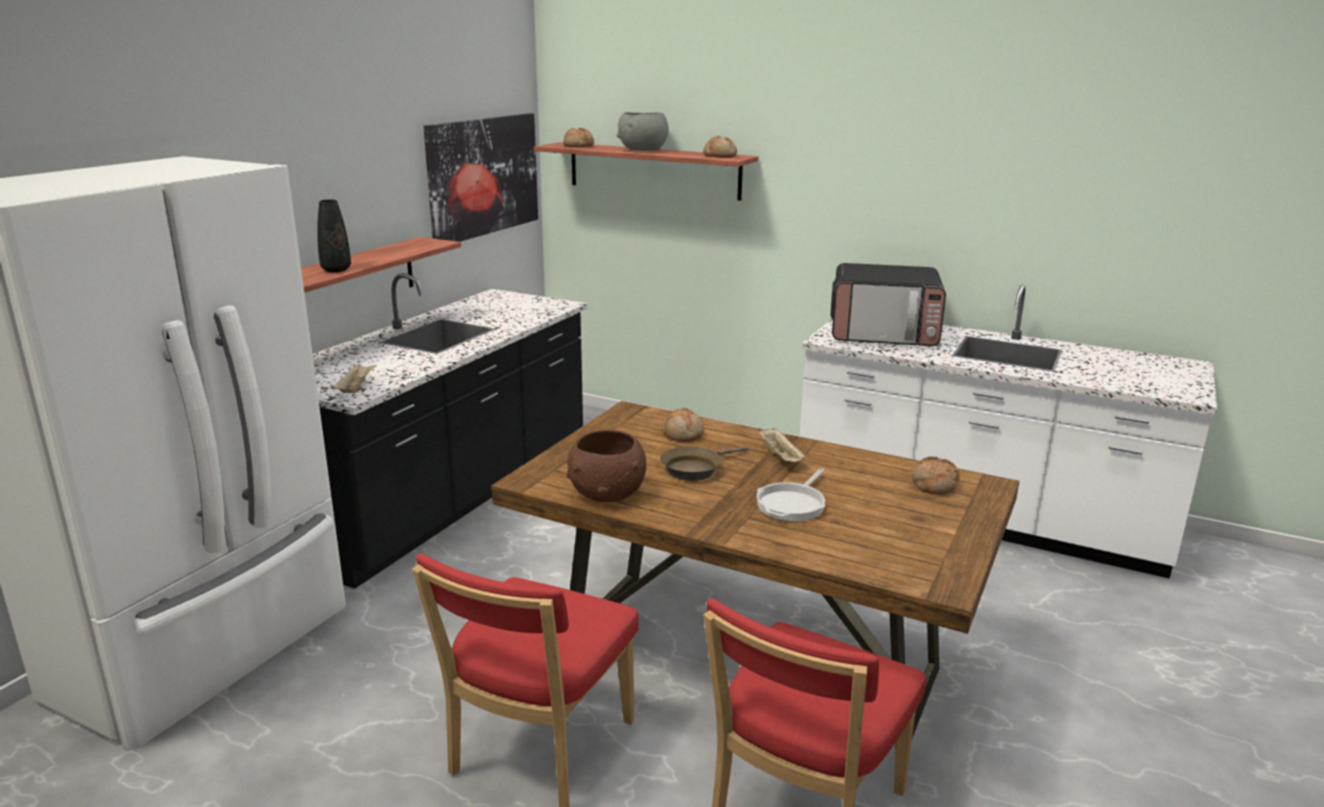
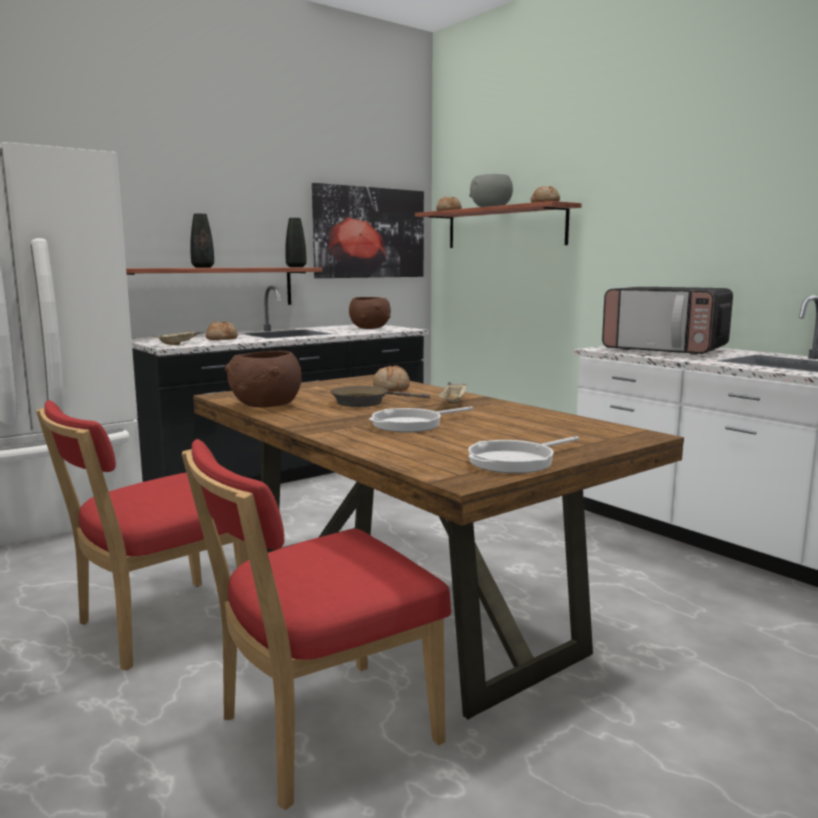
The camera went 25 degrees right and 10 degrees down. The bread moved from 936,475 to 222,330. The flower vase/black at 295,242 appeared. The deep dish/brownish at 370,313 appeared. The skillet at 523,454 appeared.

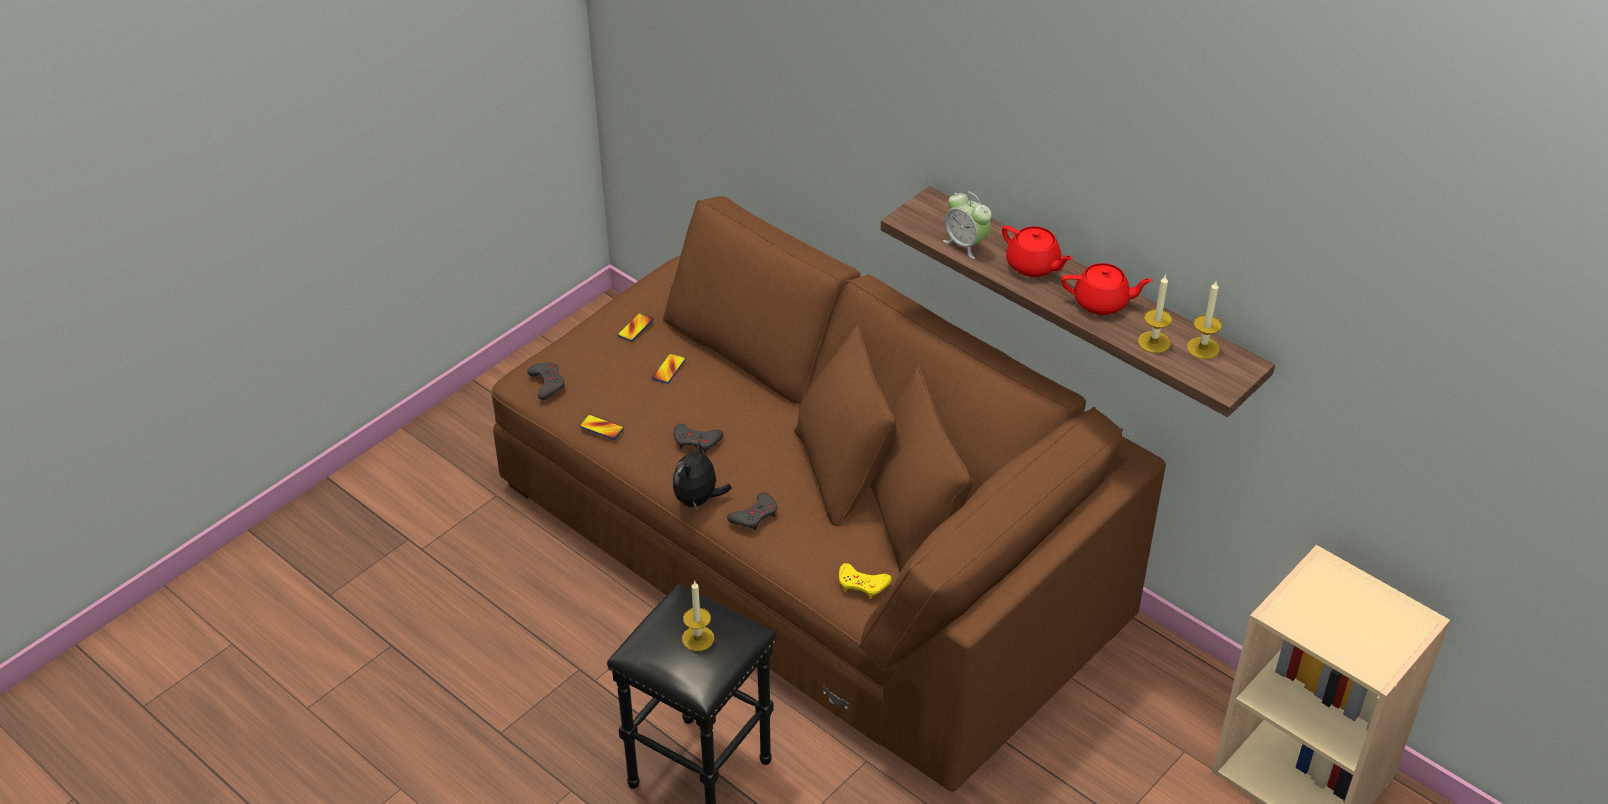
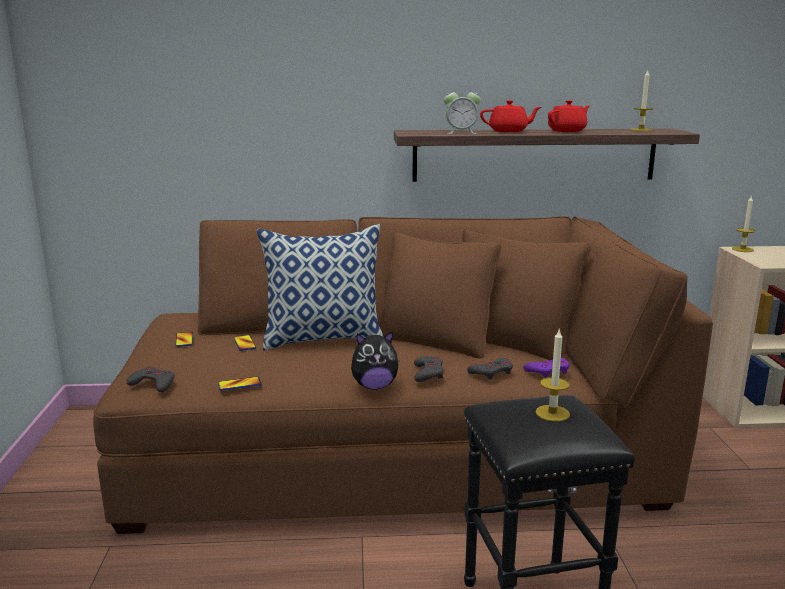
The camera went 45 degrees left and 25 degrees down. The candle moved from 1155,313 to 743,224. The gamepad/gray moved from 698,438 to 490,369. The cuddly toy at 702,476 turned 75 degrees counterclockwise. The gamepad/yellow-coloured at 865,581 became the gamepad/purple at 546,367. The throw pillow at 320,287 appeared.

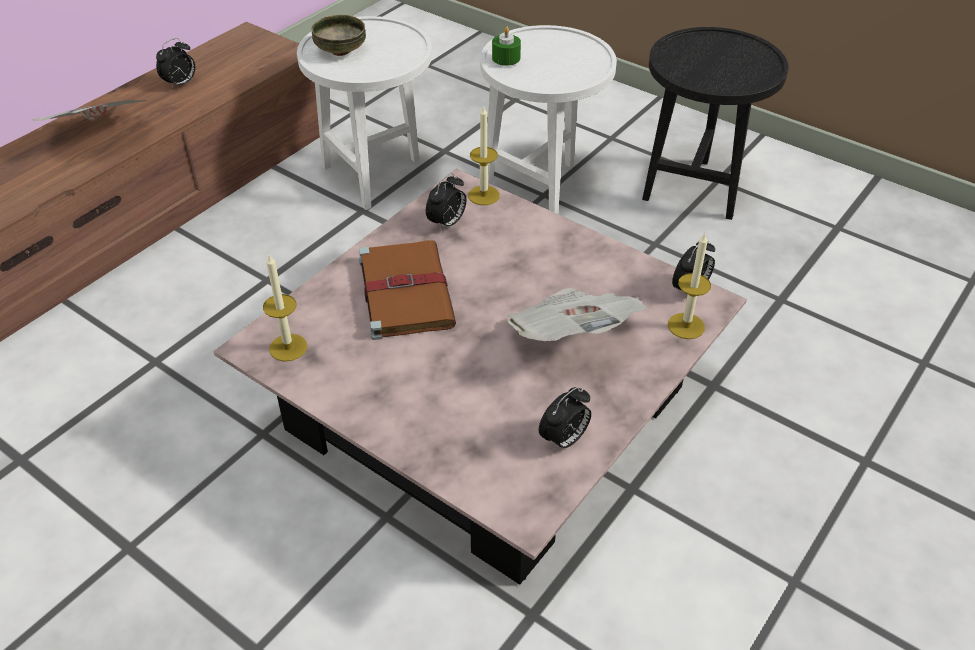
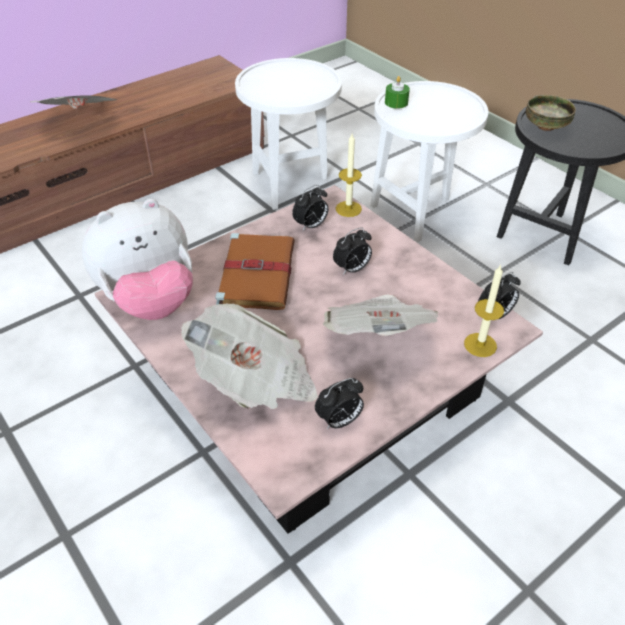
The camera went 15 degrees right and 0 degrees up. The deep dish moved from 339,35 to 551,113. The alarm clock moved from 175,63 to 352,251. The candle at 285,308 was replaced by the cuddly toy at 137,259. The newspaper at 249,356 appeared.

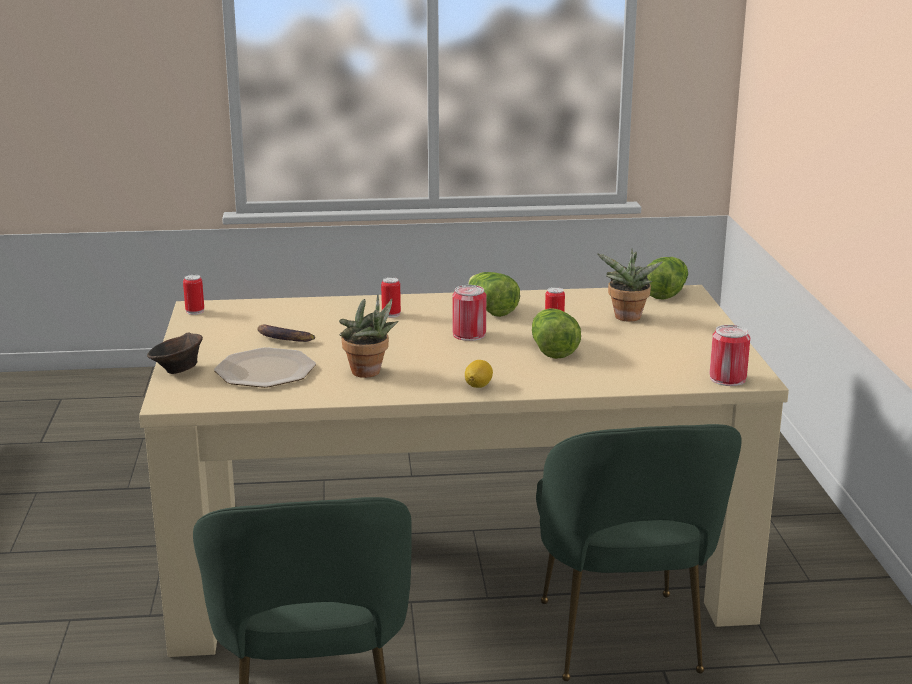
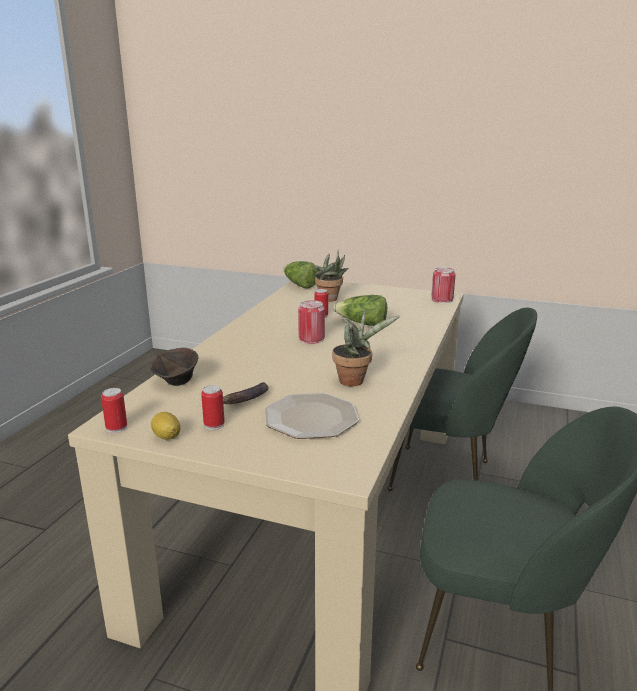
The camera went 65 degrees left and 0 degrees up. The lettuce head at 494,294 disappeared. The metal can moved from 391,297 to 213,407. The deep dish/brownish moved from 175,353 to 174,367. The whole lemon moved from 479,374 to 166,426.

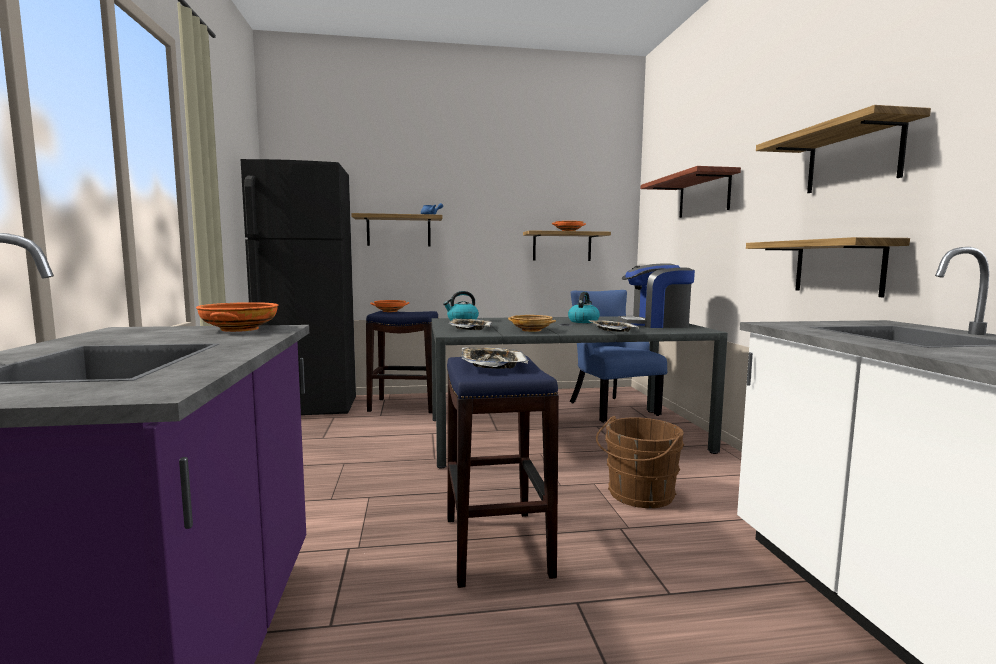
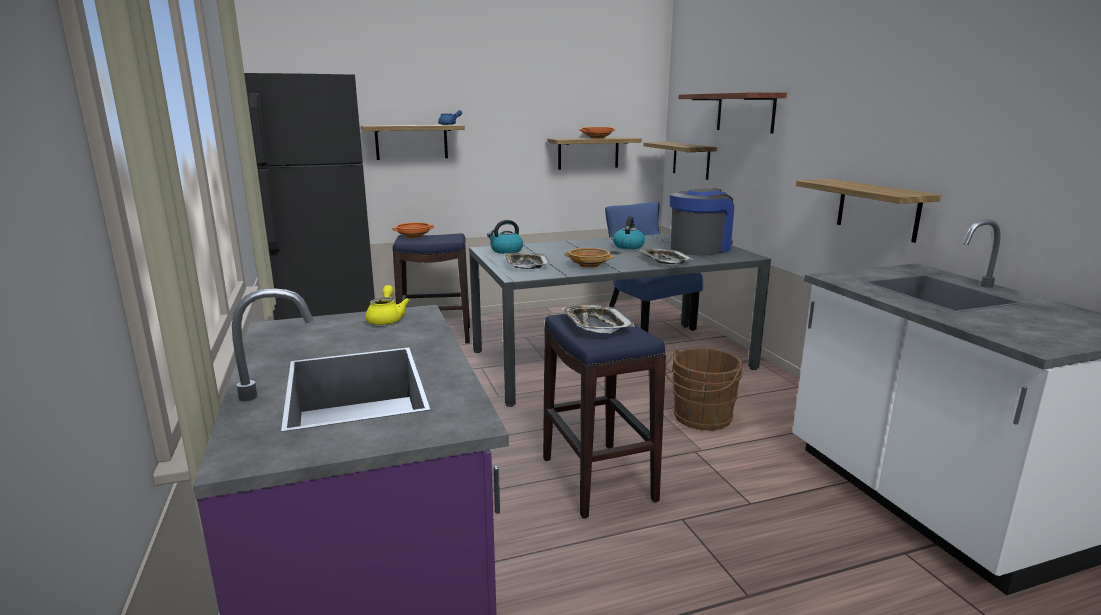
The camera went 10 degrees left and 10 degrees up. The bracket shelf moved from 843,149 to 680,161. The coffee brewer at 656,296 turned 150 degrees clockwise. The deep dish/orangey at 237,317 was replaced by the pot for tea/yellow-coloured at 387,305.

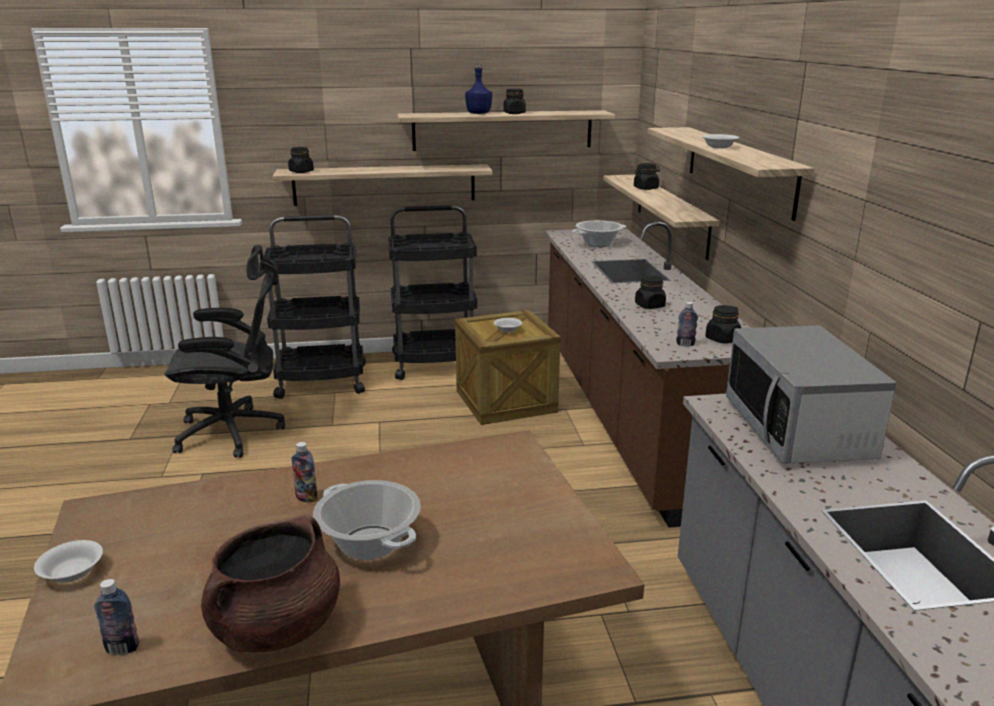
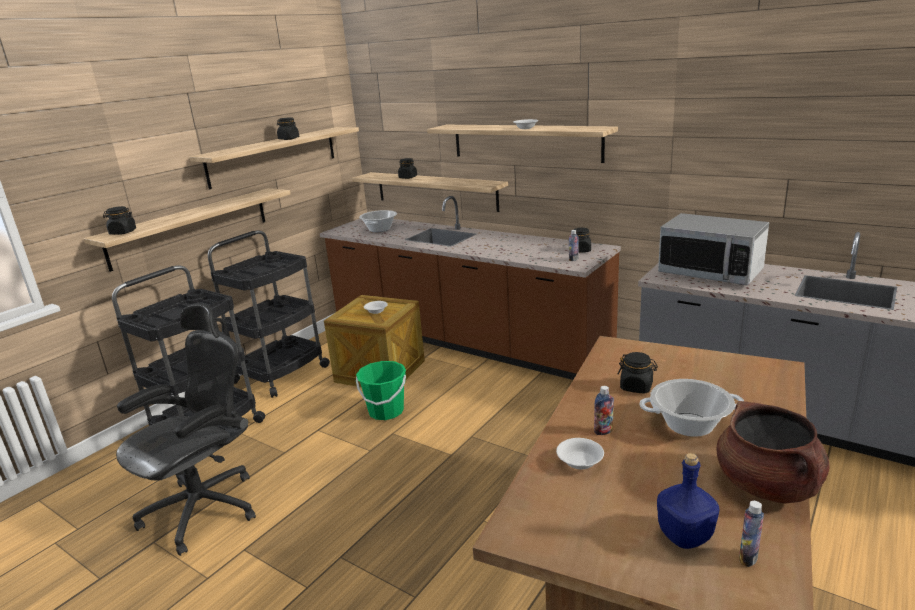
The camera went 45 degrees left and 0 degrees up. The beverage bottle/blue moved from 478,89 to 688,501. The preserve jar/black moved from 650,292 to 638,373. The deep dish/white-coloured moved from 68,561 to 580,453. The water bucket/greenish at 381,390 appeared.

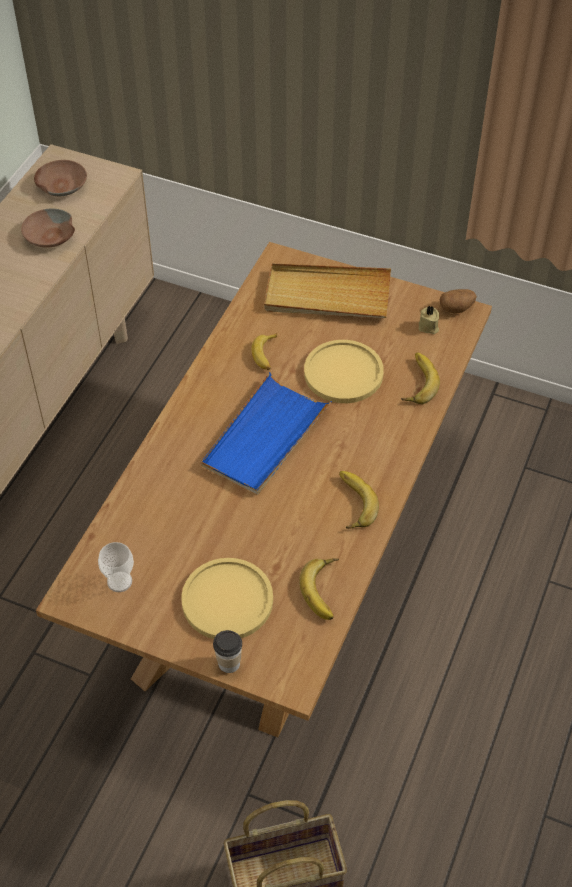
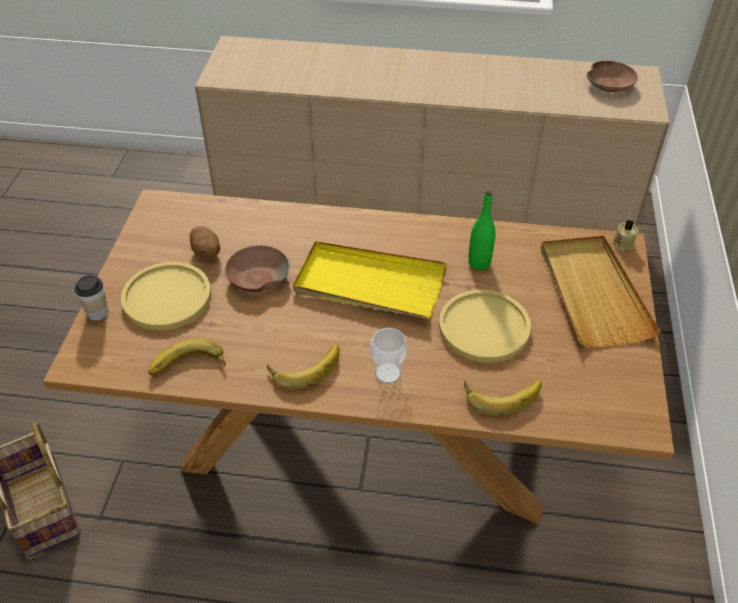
The camera went 75 degrees right and 5 degrees down. The deep dish/brownish moved from 48,228 to 257,268. The whole potato moved from 458,301 to 205,242. The candle/beige moved from 428,320 to 626,235. The whole banana at 264,351 was replaced by the beverage bottle/greenish at 482,230. The serving tray/blue at 266,433 became the serving tray/yellow-coloured at 370,280. The cup moved from 116,567 to 388,356.

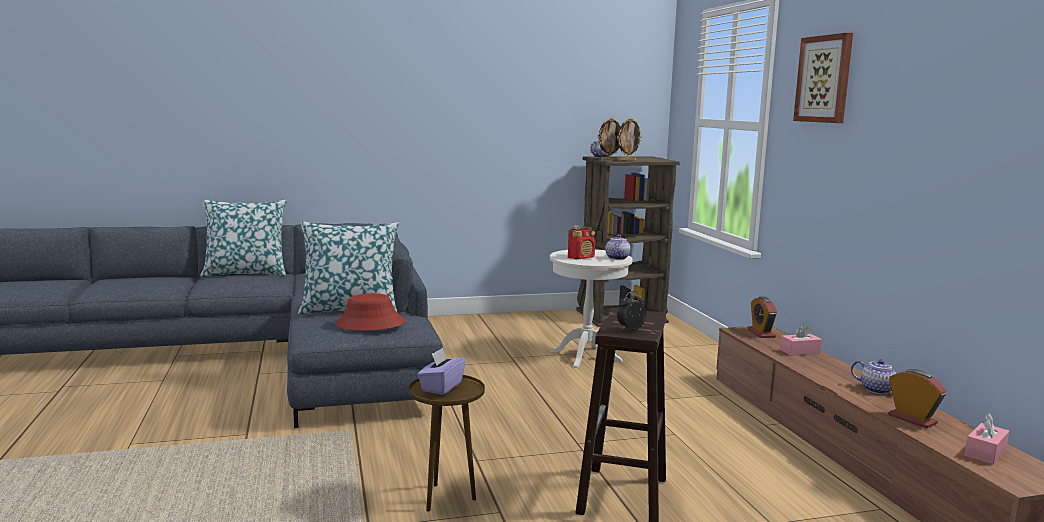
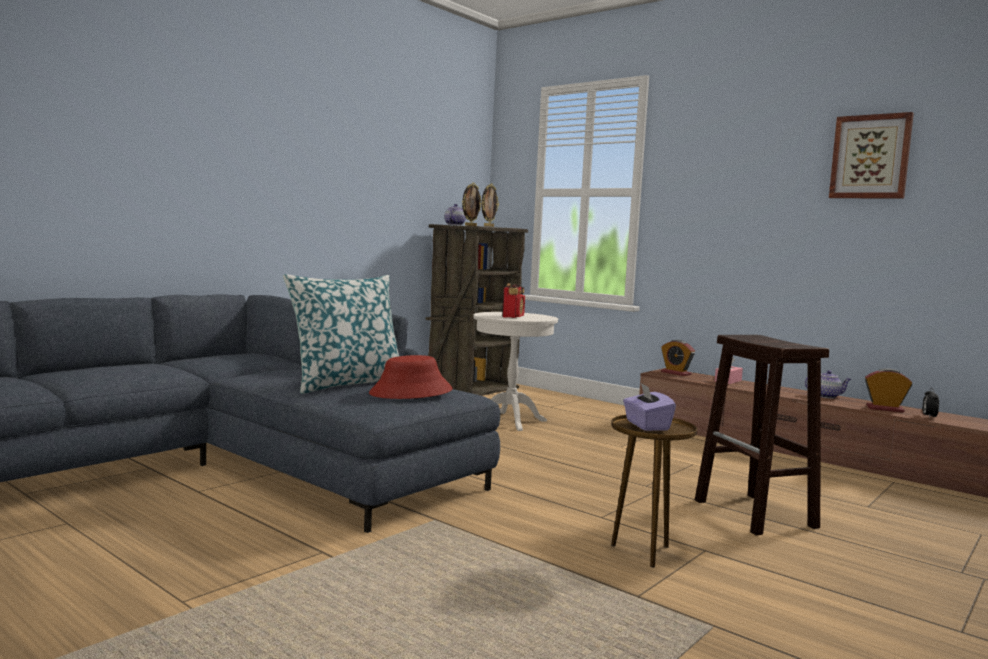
The camera went 35 degrees left and 5 degrees down. The picture moved from 823,78 to 871,155. The throw pillow at 243,238 disappeared. The pot for tea at 617,247 disappeared. The alarm clock moved from 631,310 to 930,403. The box of tissues/pink at 987,438 disappeared.

